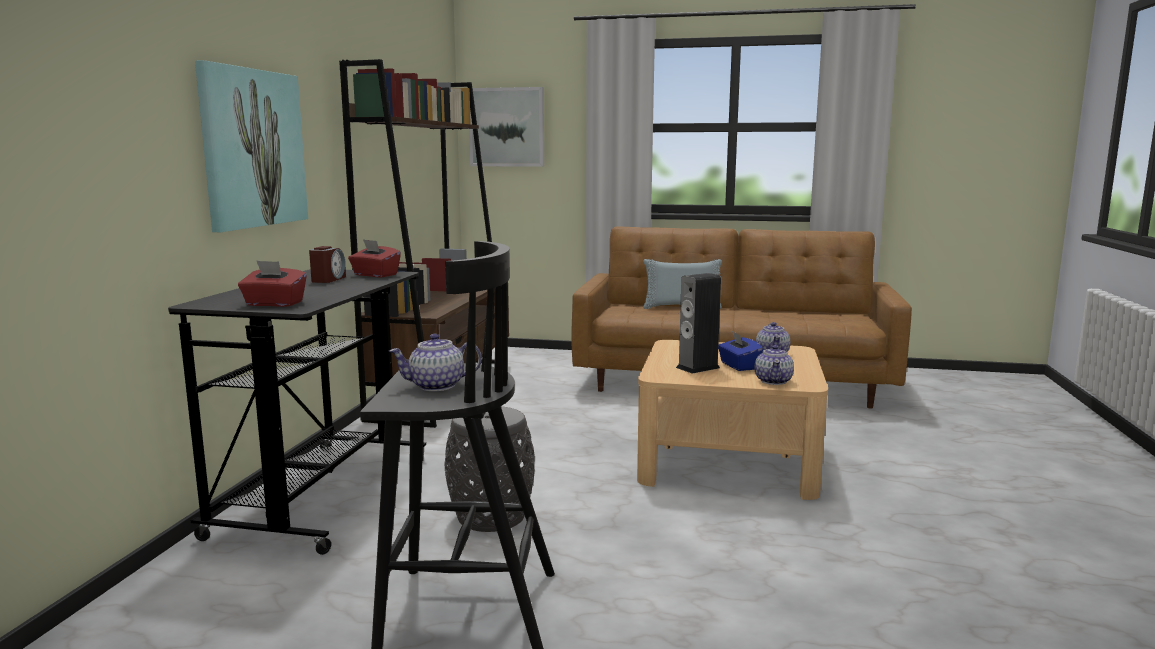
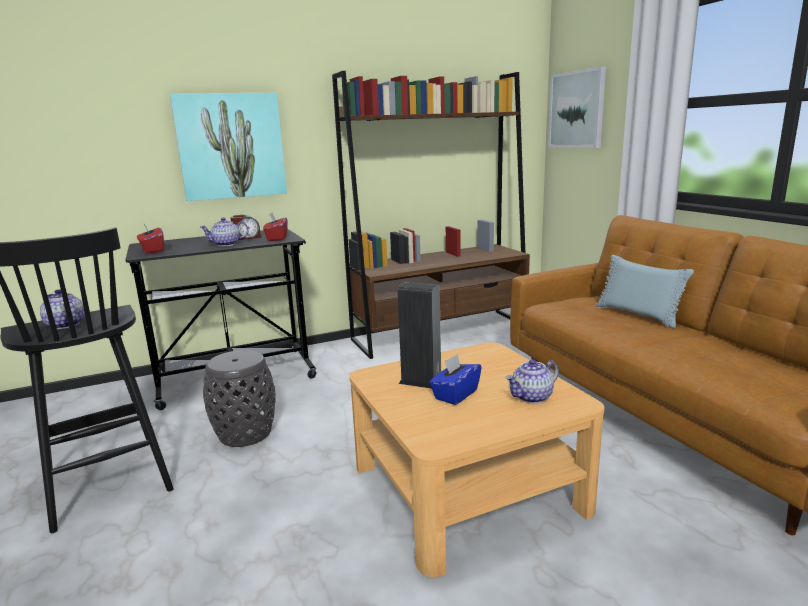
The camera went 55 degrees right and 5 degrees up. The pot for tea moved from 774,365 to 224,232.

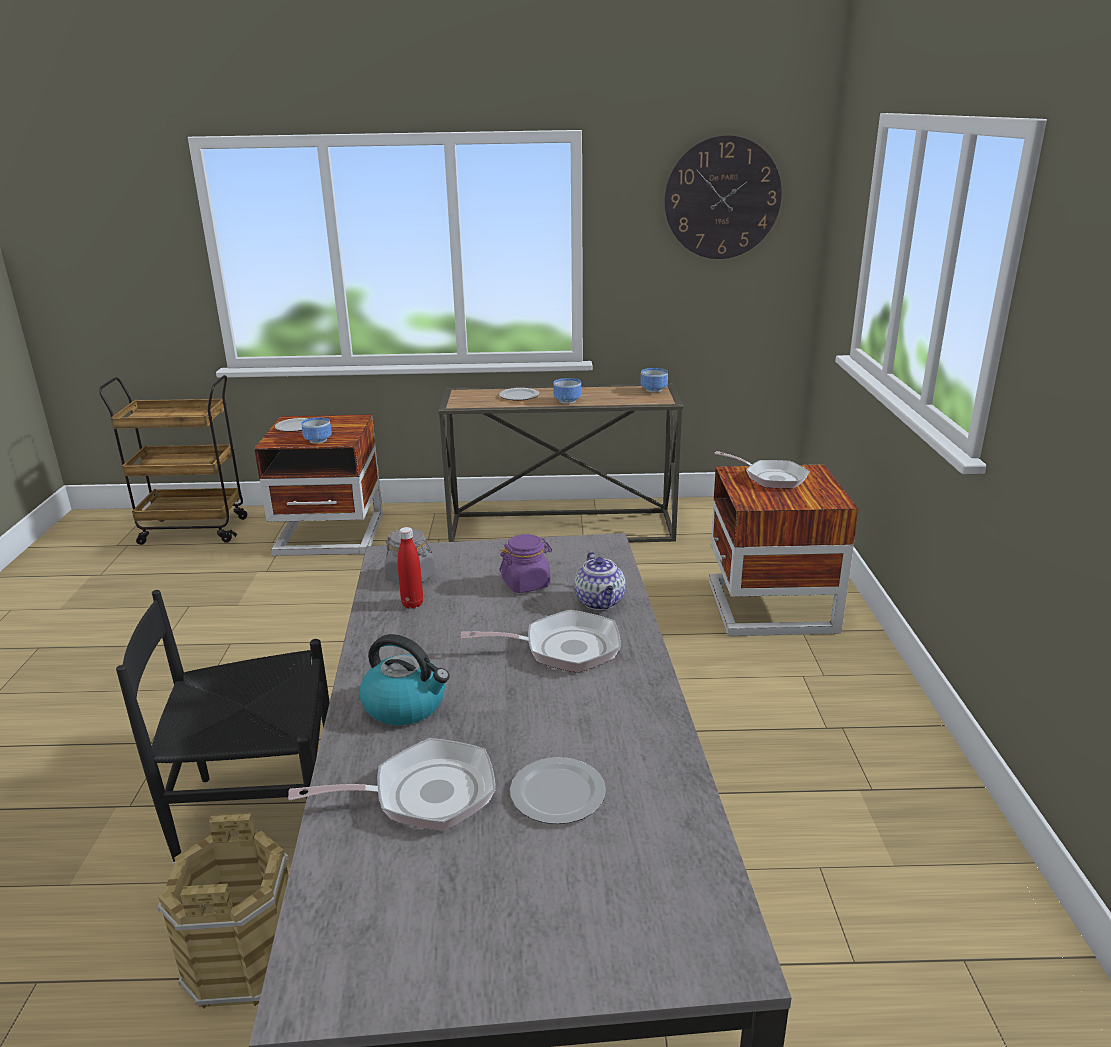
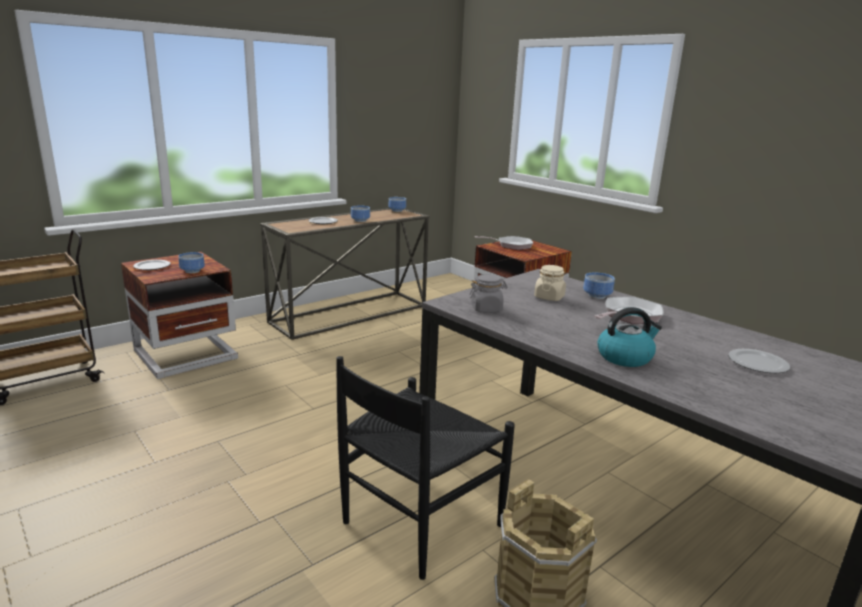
The camera went 40 degrees left and 5 degrees down. The wall clock at 723,197 disappeared. The beverage bottle/reddish at 410,568 disappeared. The preserve jar/purple at 525,563 became the preserve jar/beige at 550,283. The pot for tea at 600,581 was replaced by the deep dish at 599,285. The skillet at 391,784 disappeared.

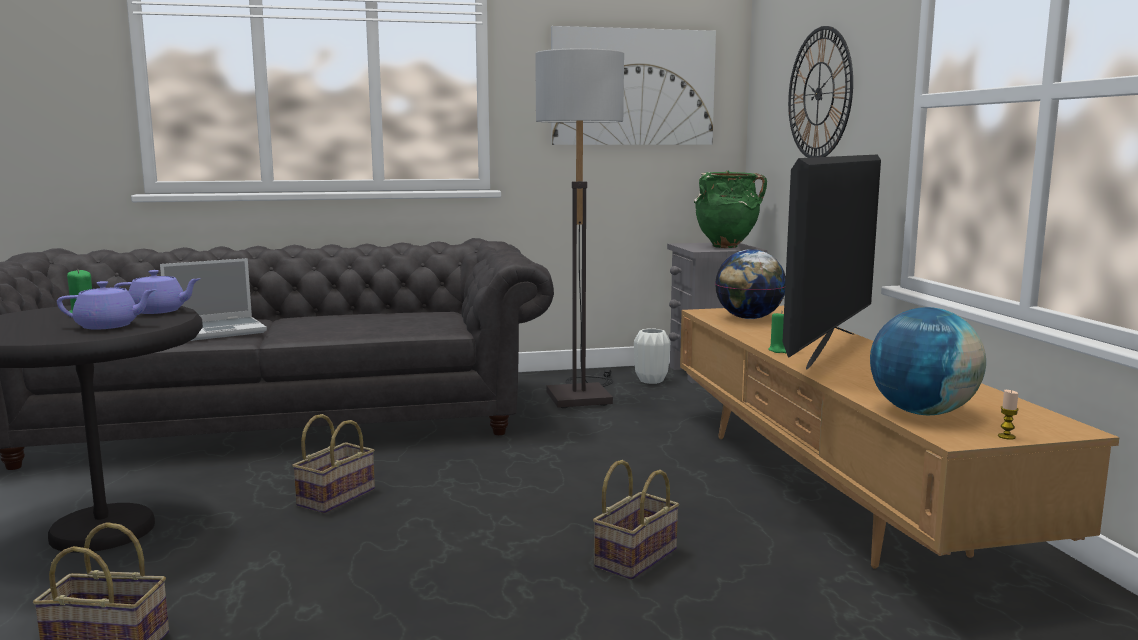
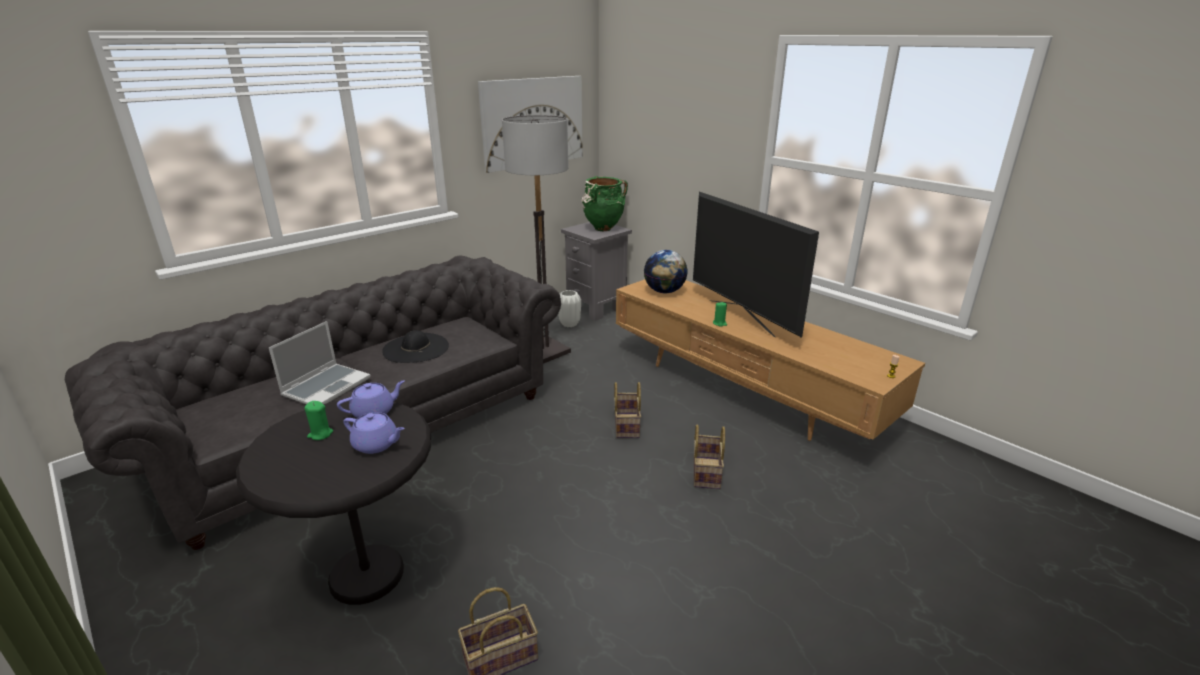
The camera went 30 degrees left and 15 degrees up. The wall clock at 820,92 disappeared. The television at 832,262 turned 150 degrees clockwise. The pot for tea/purple at 106,305 turned 60 degrees clockwise. The globe at 928,361 disappeared. The storage basket moved from 333,463 to 627,410. The wearable hat/black at 415,346 appeared.

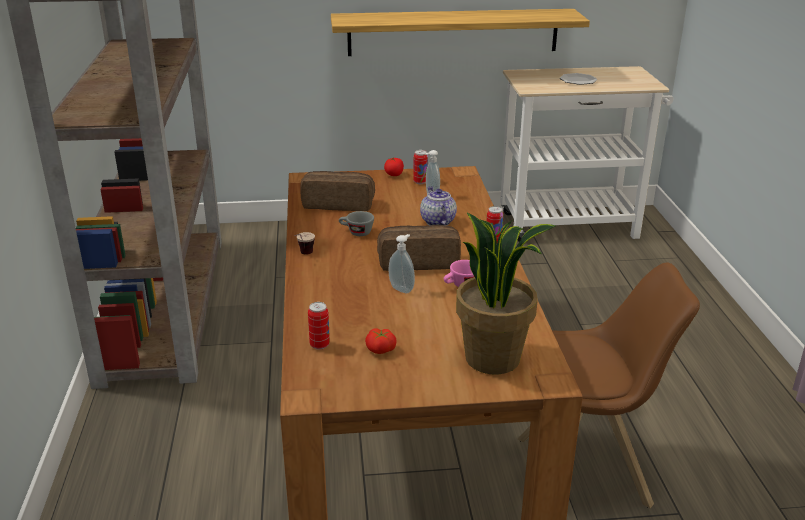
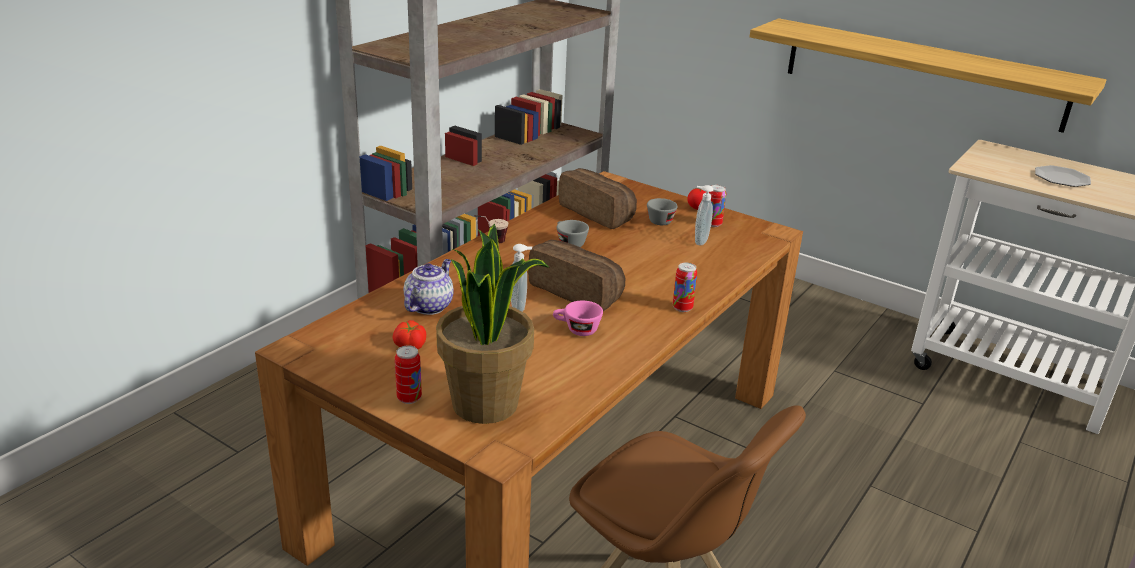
The camera went 40 degrees right and 0 degrees up. The pot for tea moved from 438,206 to 429,287. The metal can moved from 319,326 to 408,374. The cup/gray at 662,211 appeared.

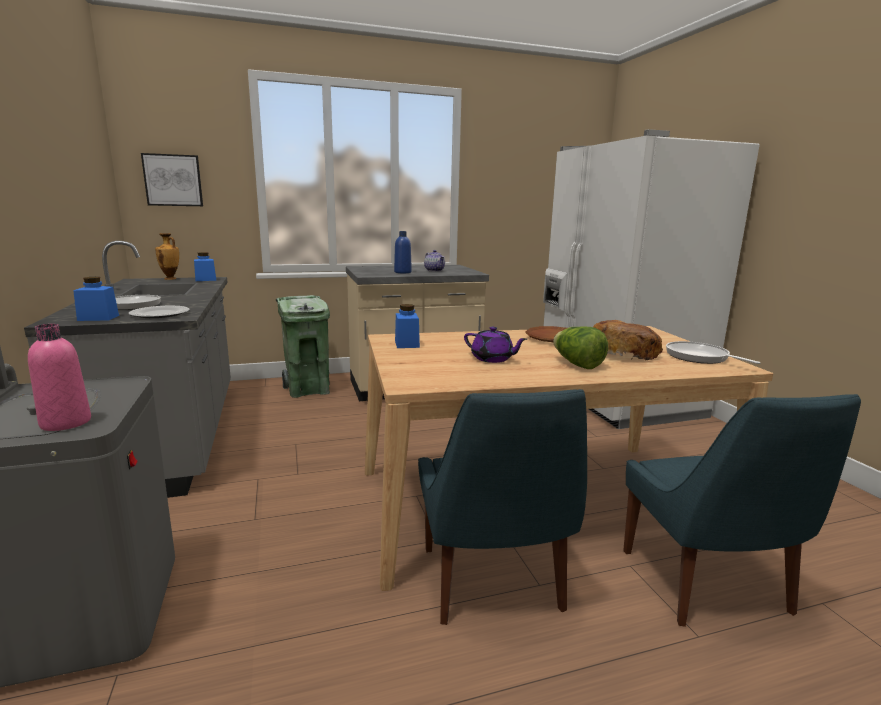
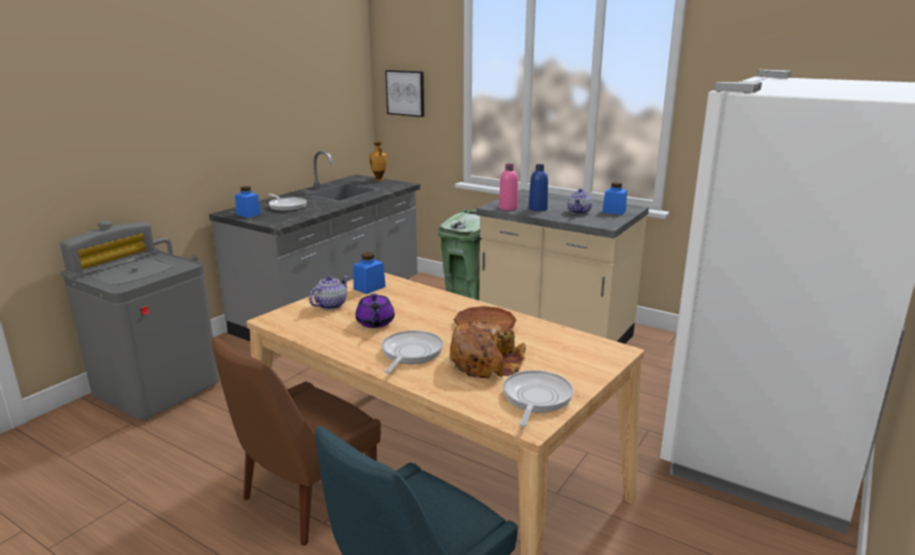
The camera went 50 degrees right and 5 degrees up. The preserve jar/blue moved from 205,266 to 614,198. The dinner plate at 159,312 disappeared. The beverage bottle/pink moved from 59,377 to 508,187. The lettuce head at 580,348 was replaced by the skillet at 412,352. The upright chair/blue at 502,507 became the upright chair/brownish at 296,441. The pot for tea at 329,293 appeared.

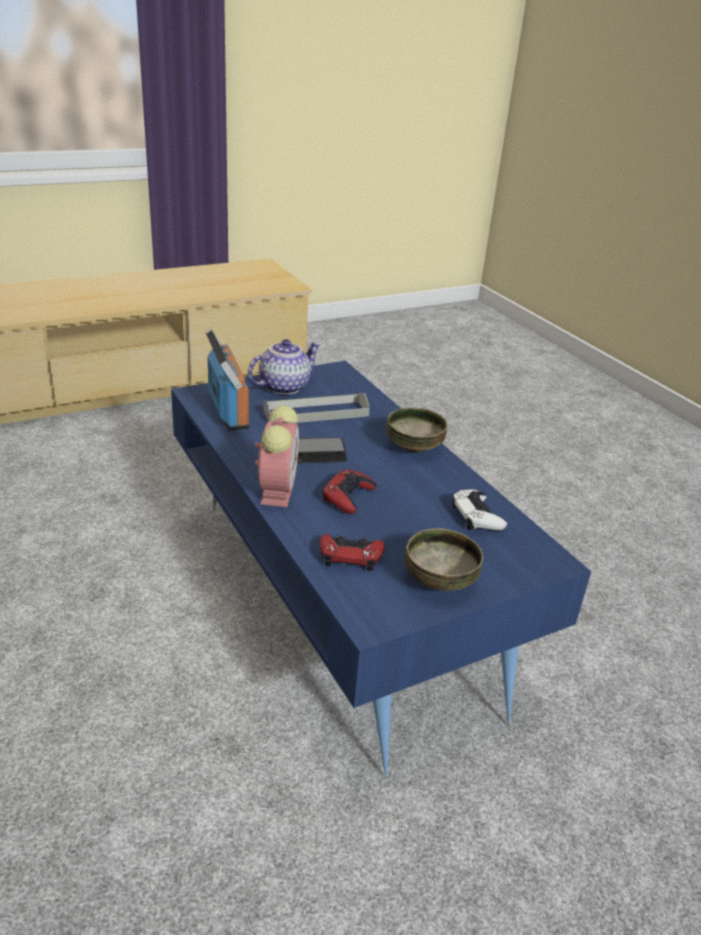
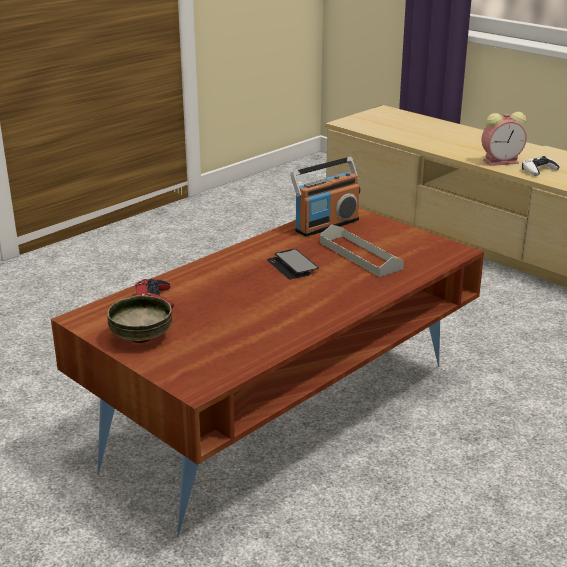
The camera went 75 degrees right and 5 degrees down. The pot for tea at 284,367 disappeared. The low table/blue at 381,569 became the low table/brownish at 267,372. The alarm clock moved from 277,456 to 504,139. The deep dish at 417,429 disappeared. The gamepad/reddish at 349,491 disappeared. The gamepad/white-coloured moved from 479,510 to 540,166.

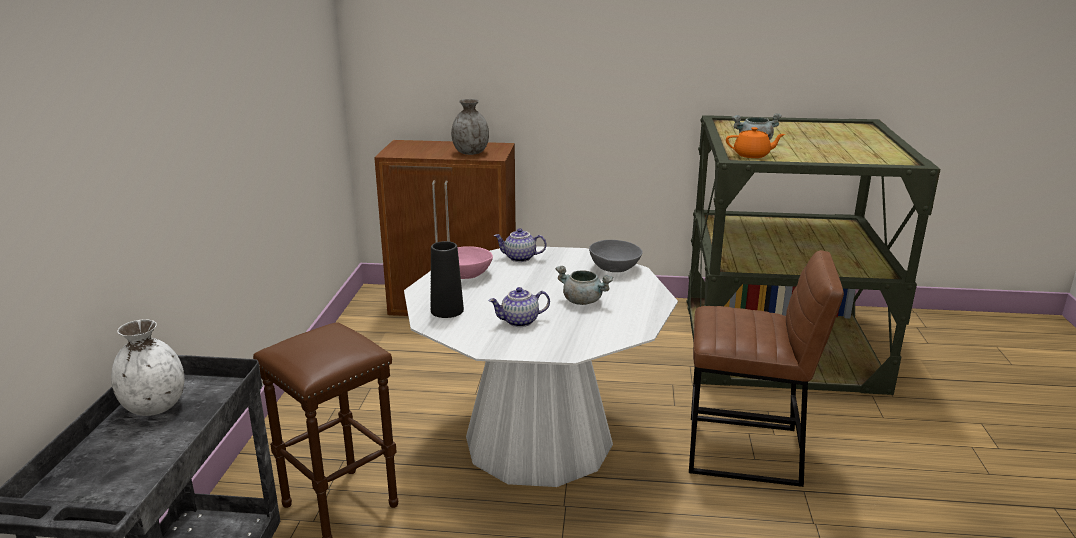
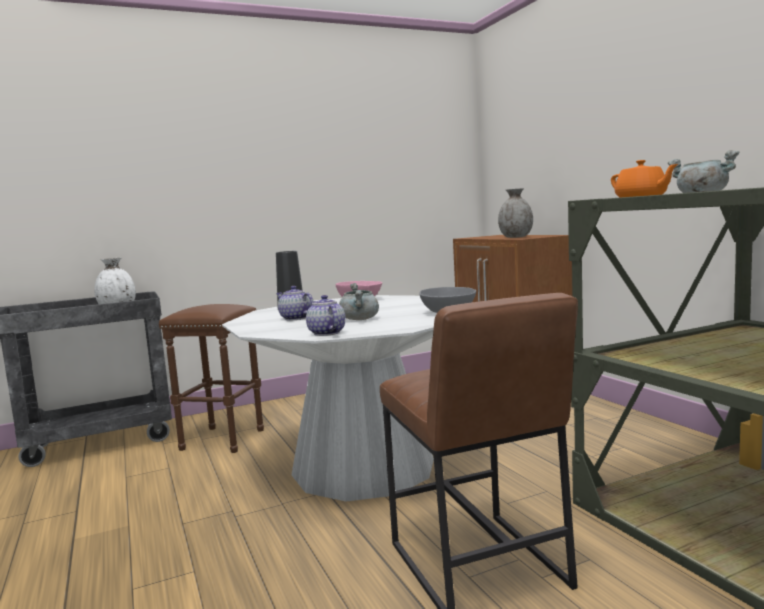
The camera went 60 degrees right and 15 degrees down. The pot for tea moved from 520,245 to 326,315.

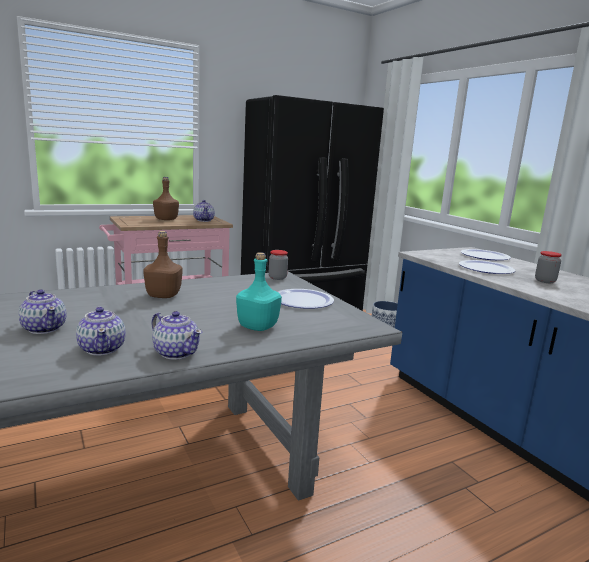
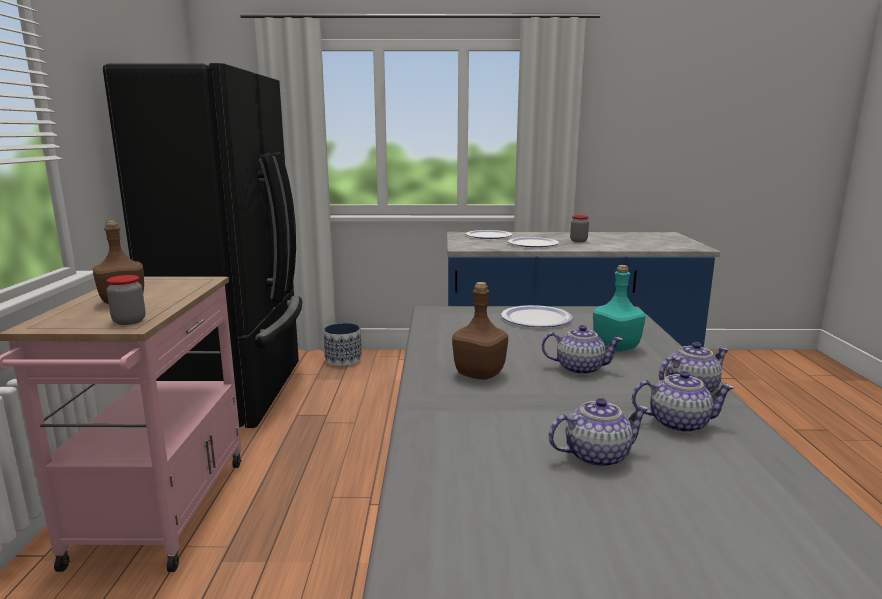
The camera went 60 degrees left and 0 degrees up. The pot for tea moved from 204,211 to 582,350. The preserve jar moved from 278,265 to 126,300.

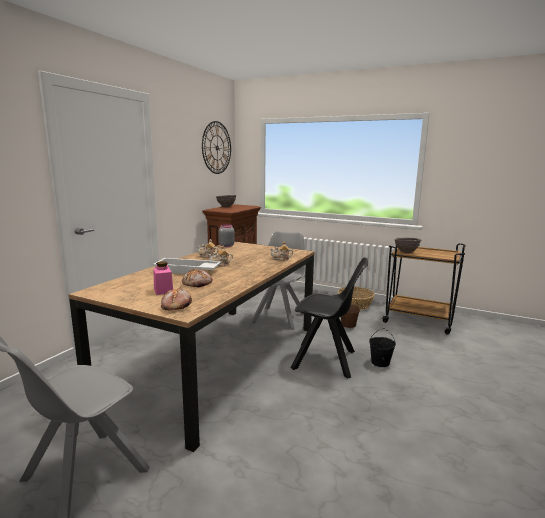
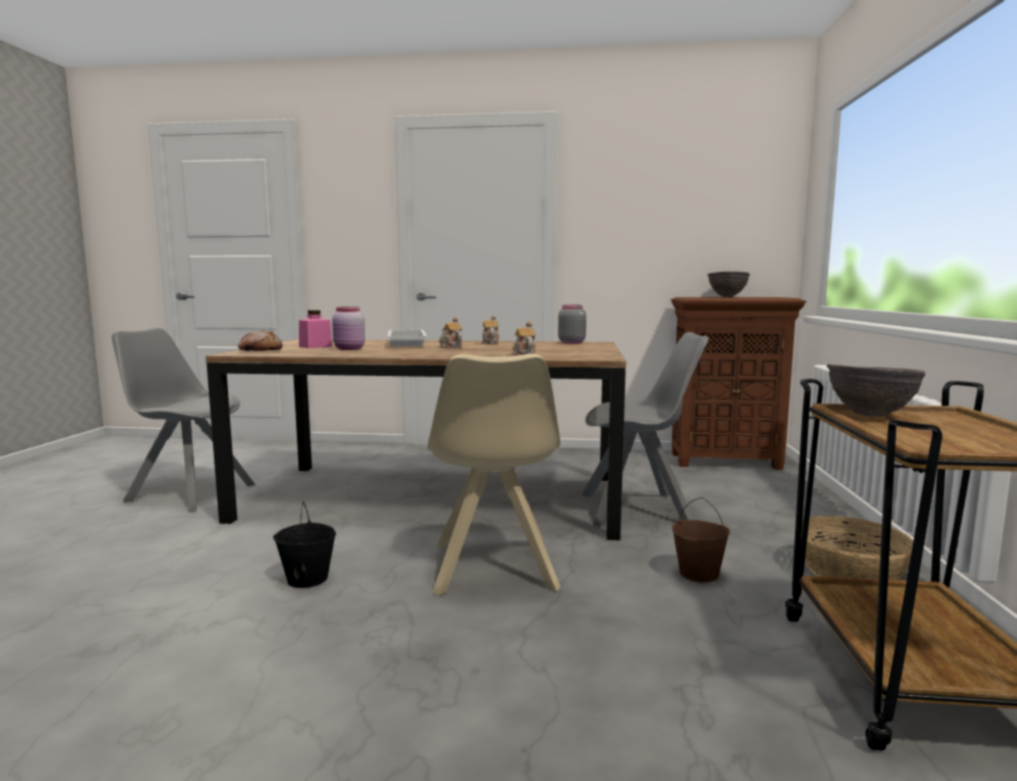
The camera went 70 degrees right and 5 degrees down. The wall clock at 216,147 disappeared. The upright chair/black at 329,318 became the upright chair/beige at 494,474. The bread at 197,278 was replaced by the preserve jar/pink at 348,328. The water bucket/black moved from 382,347 to 304,544.

